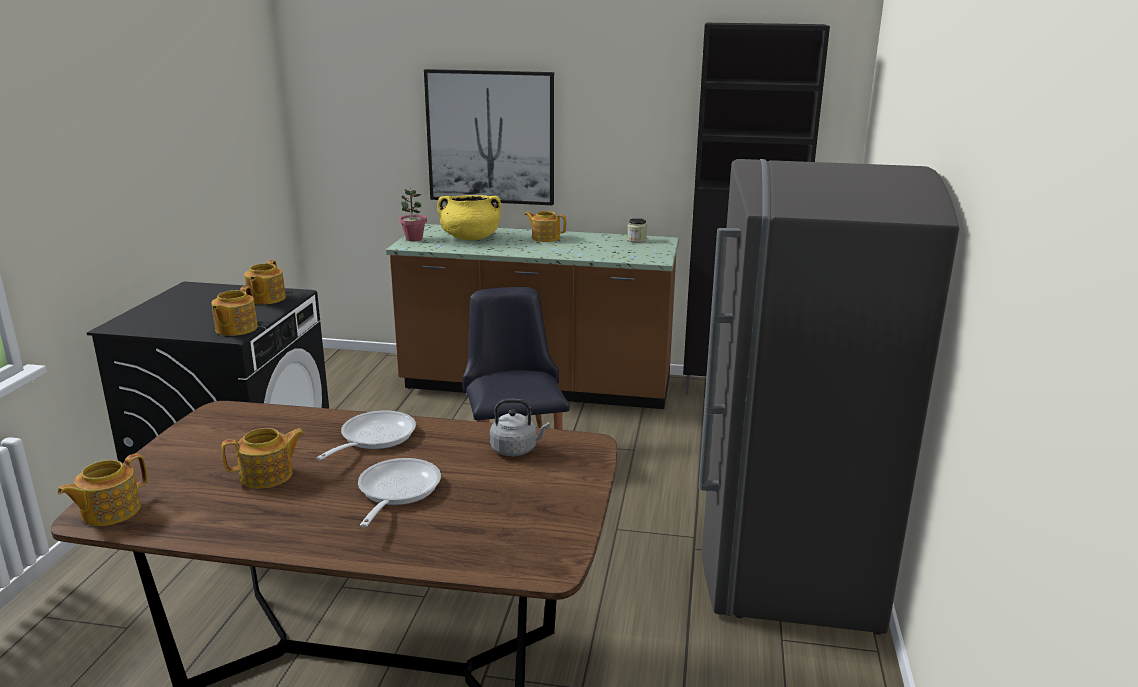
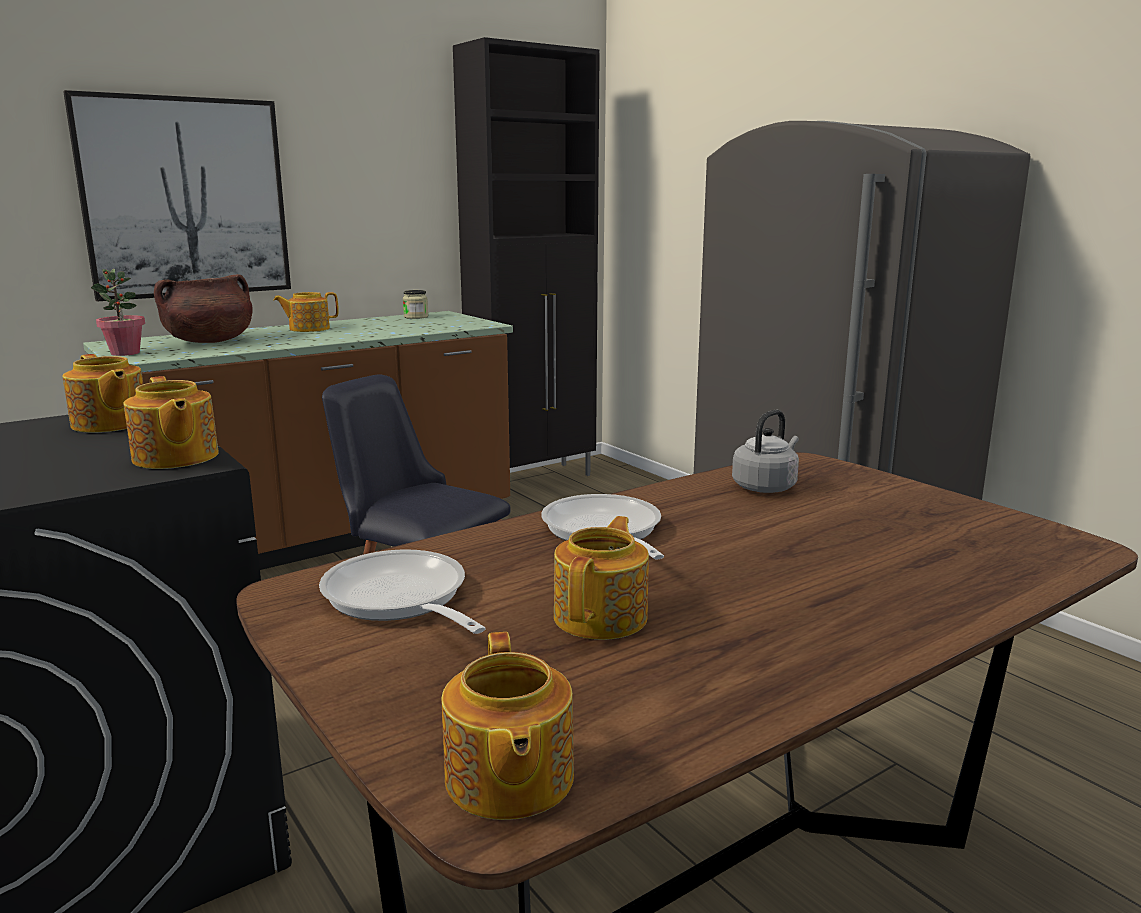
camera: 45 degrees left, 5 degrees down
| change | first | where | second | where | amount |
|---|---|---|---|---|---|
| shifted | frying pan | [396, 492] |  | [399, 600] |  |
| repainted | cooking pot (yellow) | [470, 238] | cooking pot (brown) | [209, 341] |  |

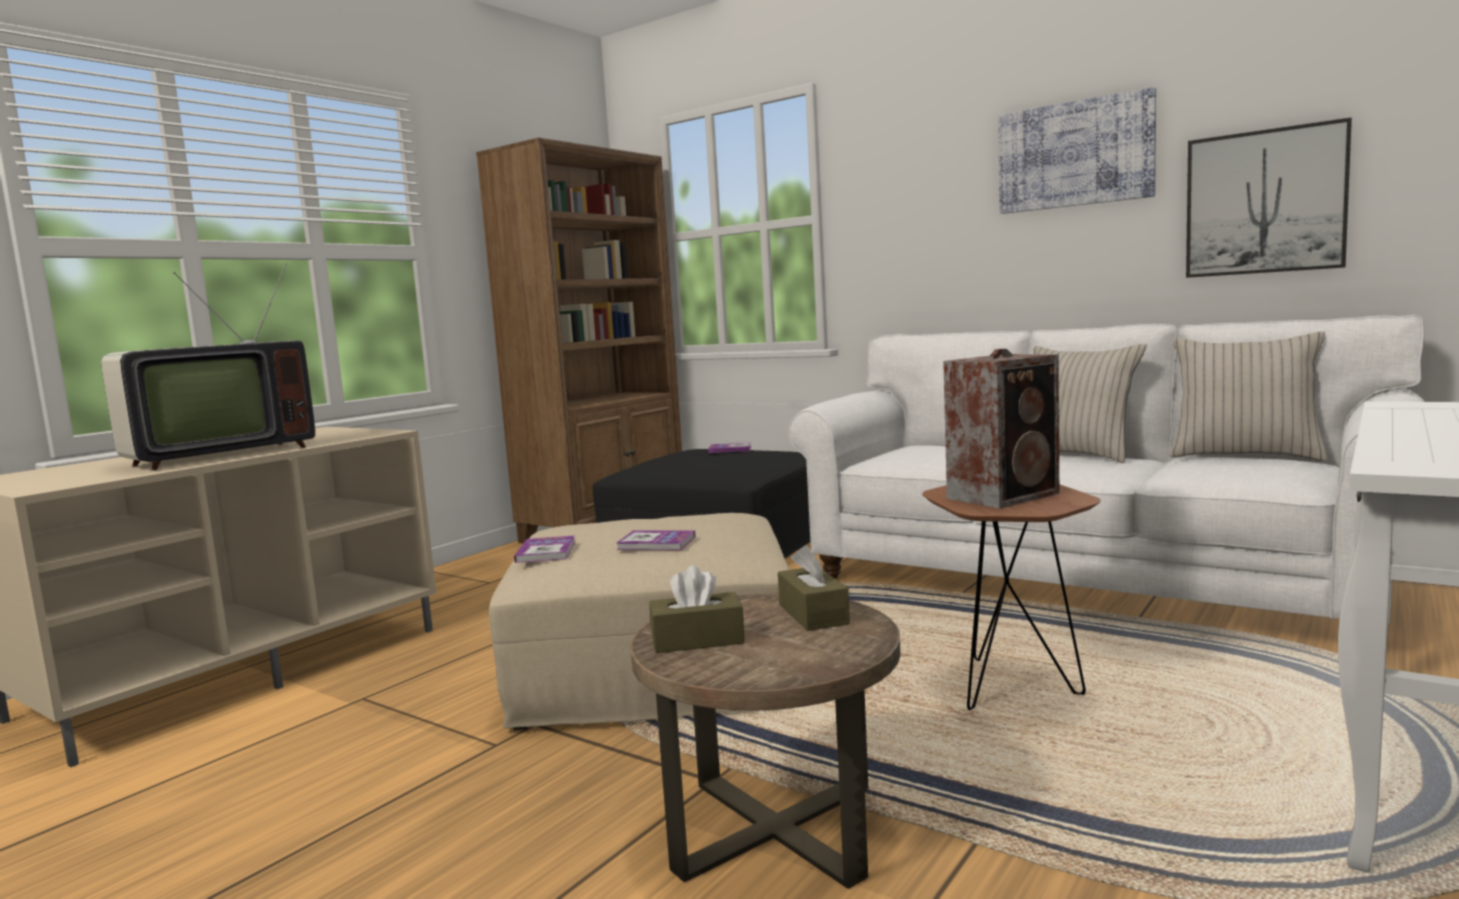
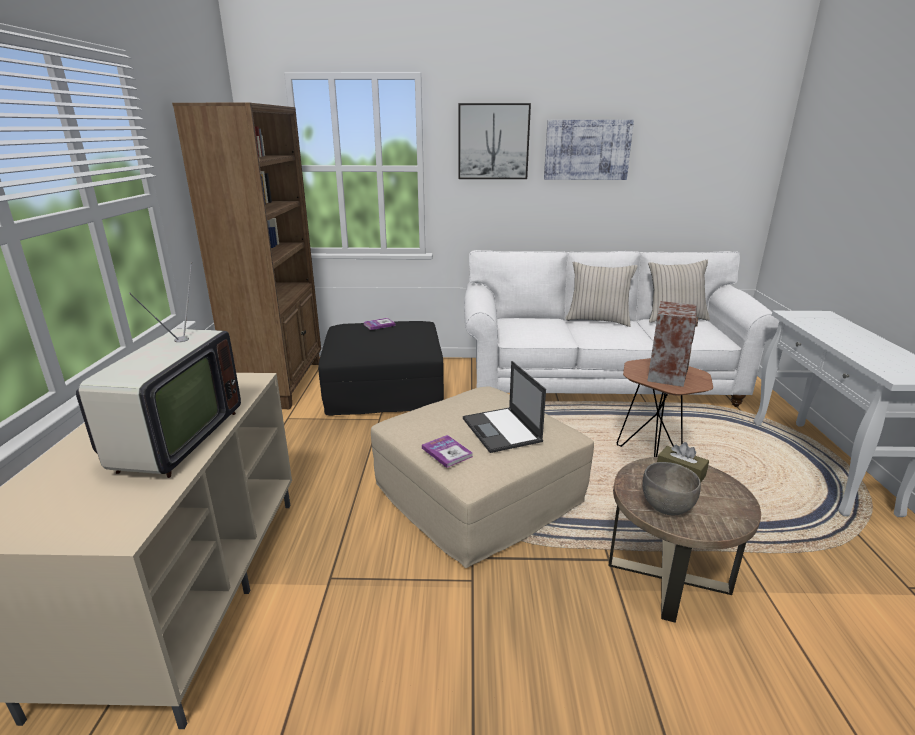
camera: 35 degrees left, 15 degrees up
| change | first | where | second | where | amount |
|---|---|---|---|---|---|
| swapped | book | [656, 543] | laptop | [502, 430] |  |
| swapped | tissue box (brown) | [697, 640] | bowl (grey) | [666, 508] |  |
| shifted | picture | [1265, 202] |  | [493, 142] |  |

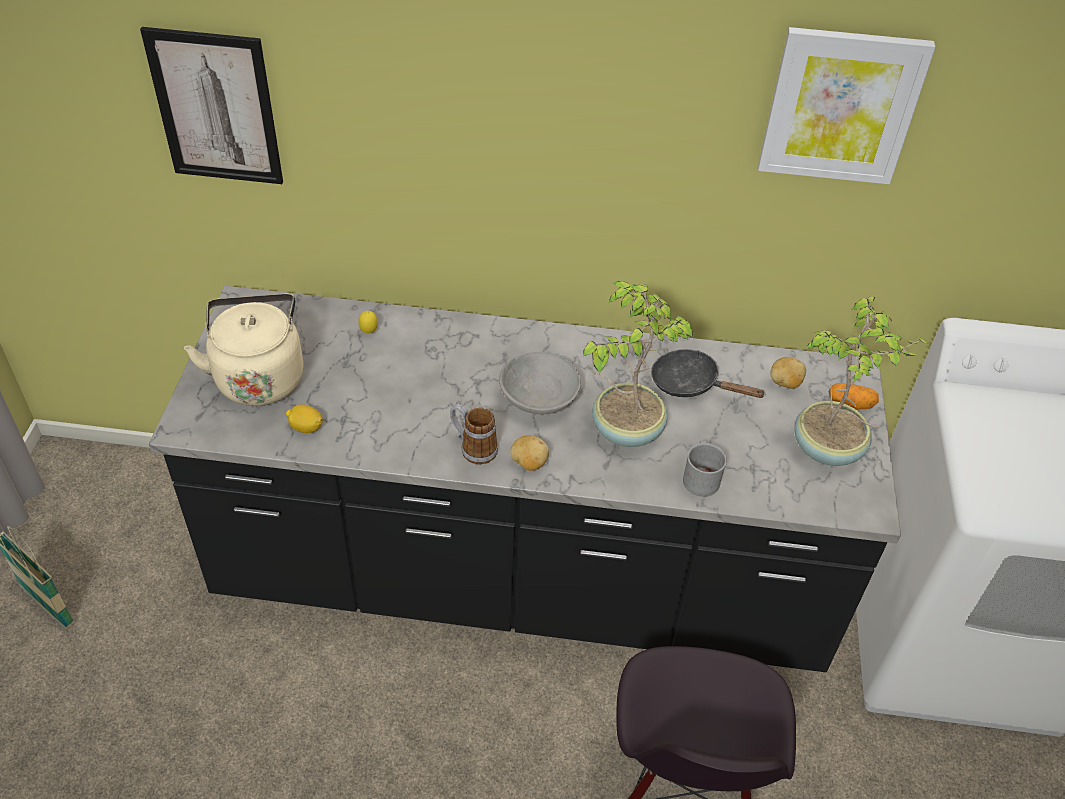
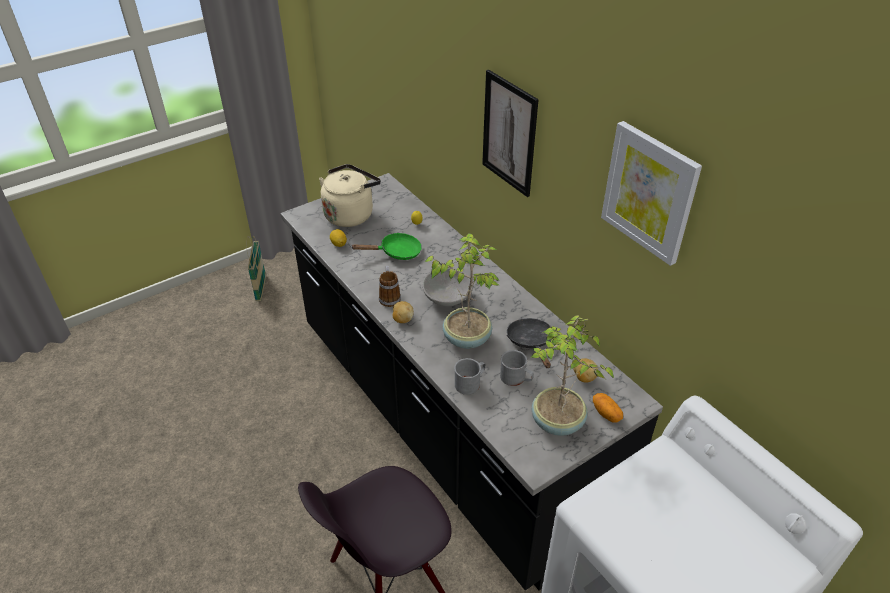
camera: 50 degrees right, 5 degrees down
| change | first | where | second | where | amount |
|---|---|---|---|---|---|
| shifted | picture | [216, 108] |  | [509, 133] |  |
| new |  |  | frying pan (green) | [396, 252] |  |
| new |  |  | mug (grey) | [516, 379] |  |

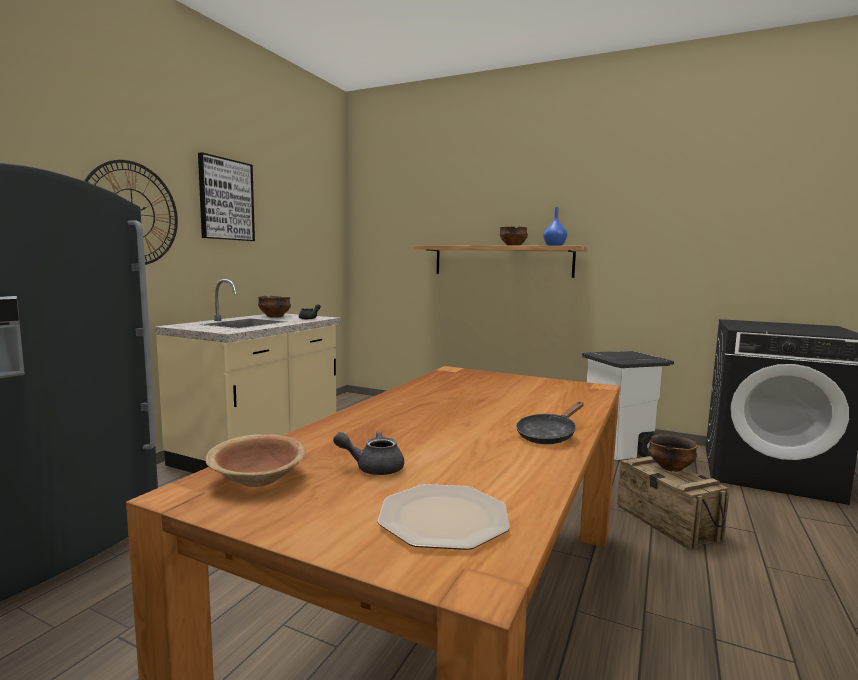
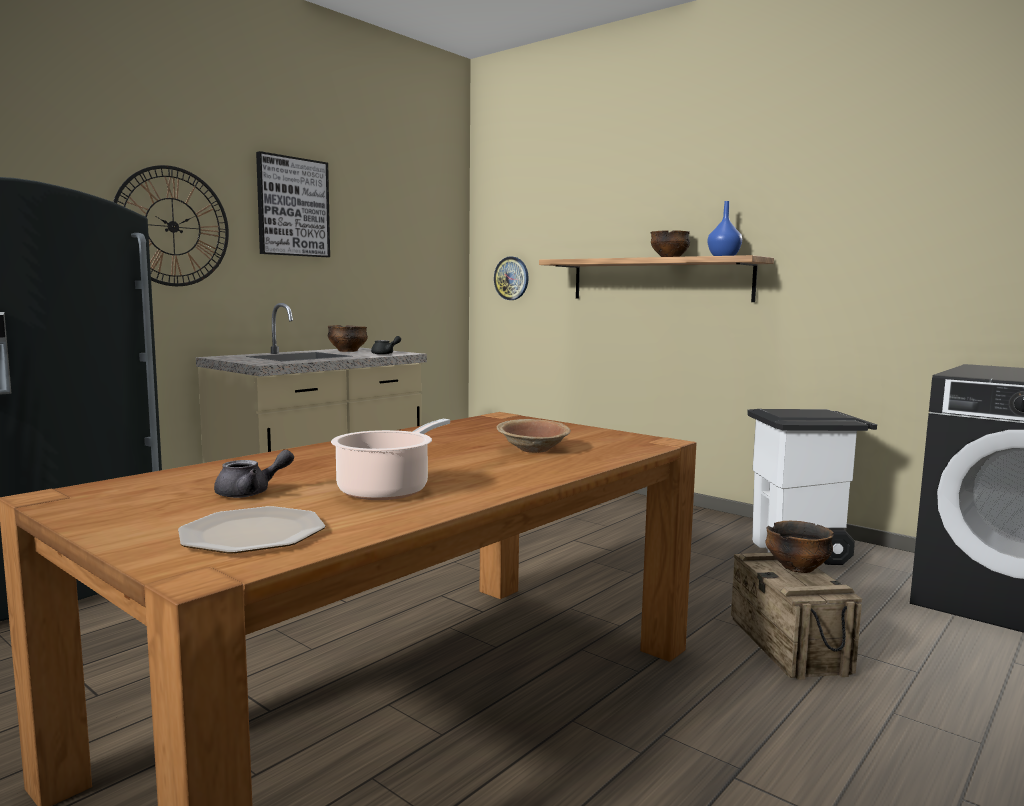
camera: 15 degrees right, 0 degrees up
| change | first | where | second | where | amount |
|---|---|---|---|---|---|
| shifted | bowl (brown) | [257, 479] |  | [533, 449] |  |
| rotated | teapot (grey) | [373, 468] |  | [251, 493] | 135 degrees clockwise |
| gone | frying pan (black) | [549, 435] |  |  |  |
| new |  |  | cooking pot | [387, 489] |  |
| new |  |  | wall clock | [511, 278] |  |

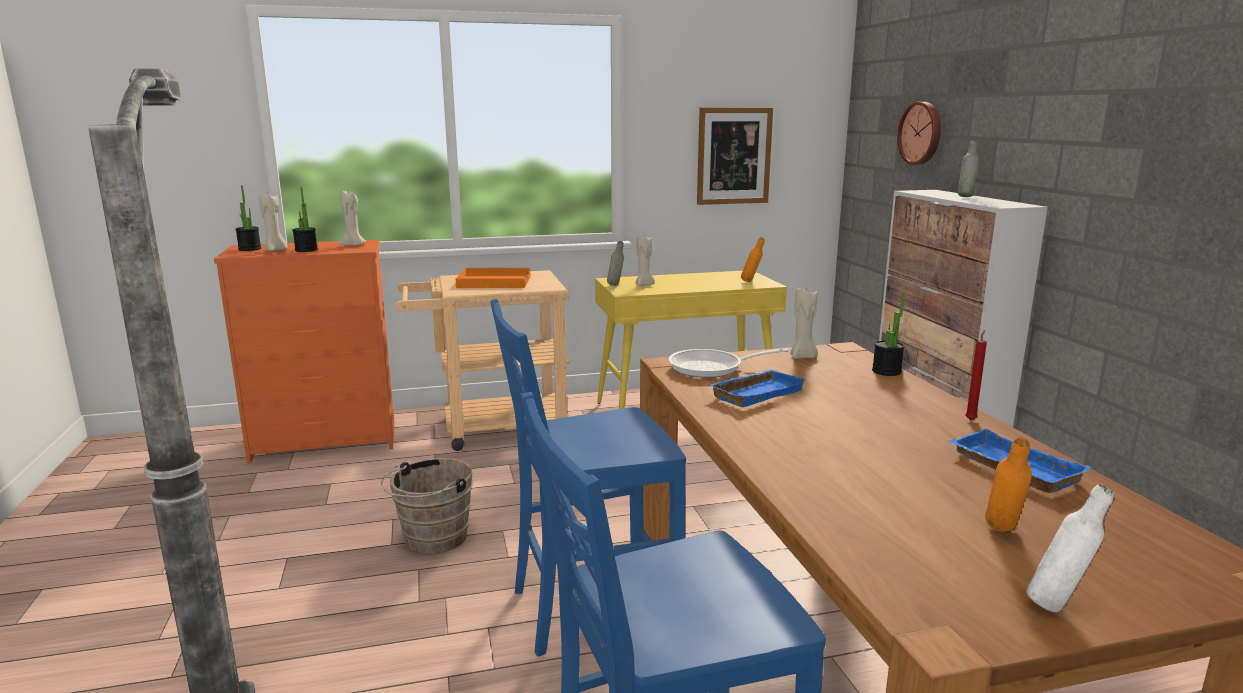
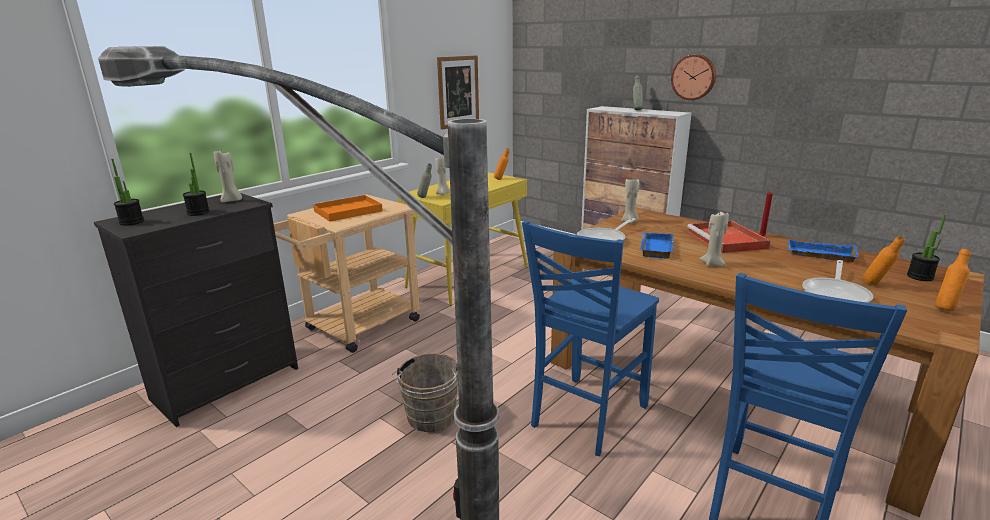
camera: 35 degrees left, 5 degrees up
| change | first | where | second | where | amount |
|---|---|---|---|---|---|
| repainted | dresser (orange) | [326, 442] | dresser (black) | [228, 383] |  |
| shifted | candle (beige) | [276, 250] |  | [712, 264] |  |
| shifted | potted plant | [886, 371] |  | [920, 277] |  |
| shifted | wall clock | [921, 133] |  | [694, 77] |  |
| repainted | bottle (white) | [1058, 605] | bottle (orange) | [945, 308] |  |
| new |  |  | tray (red) | [728, 240] |  |
| new |  |  | frying pan | [836, 294] |  |

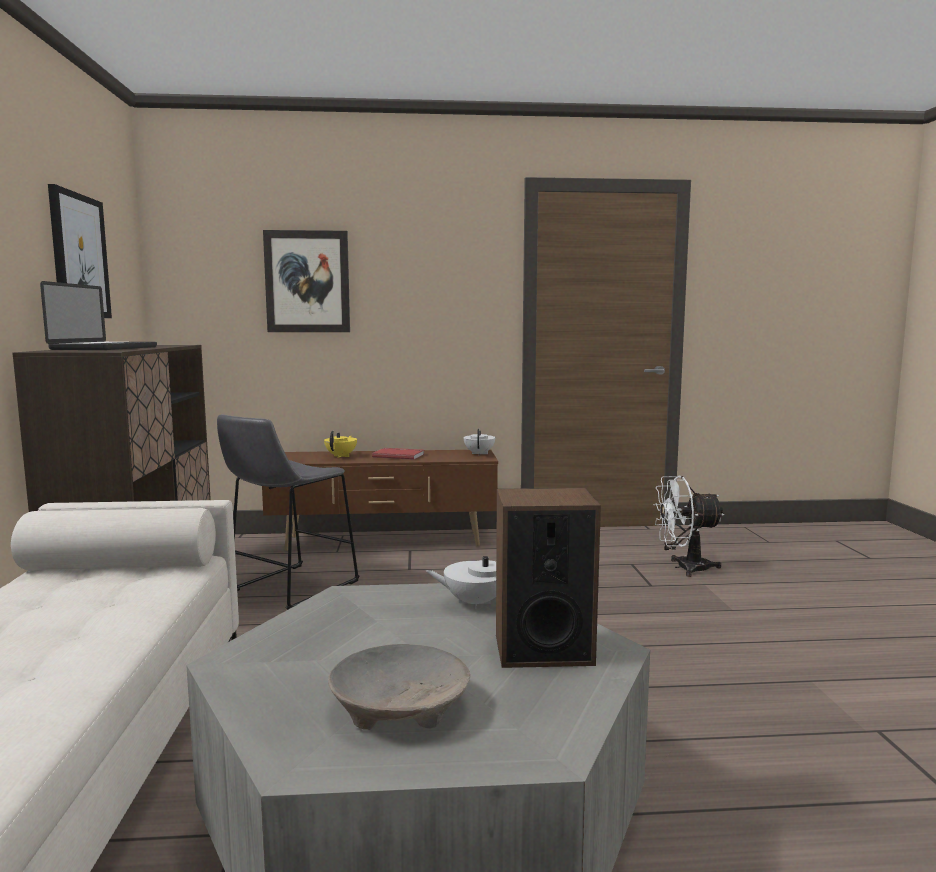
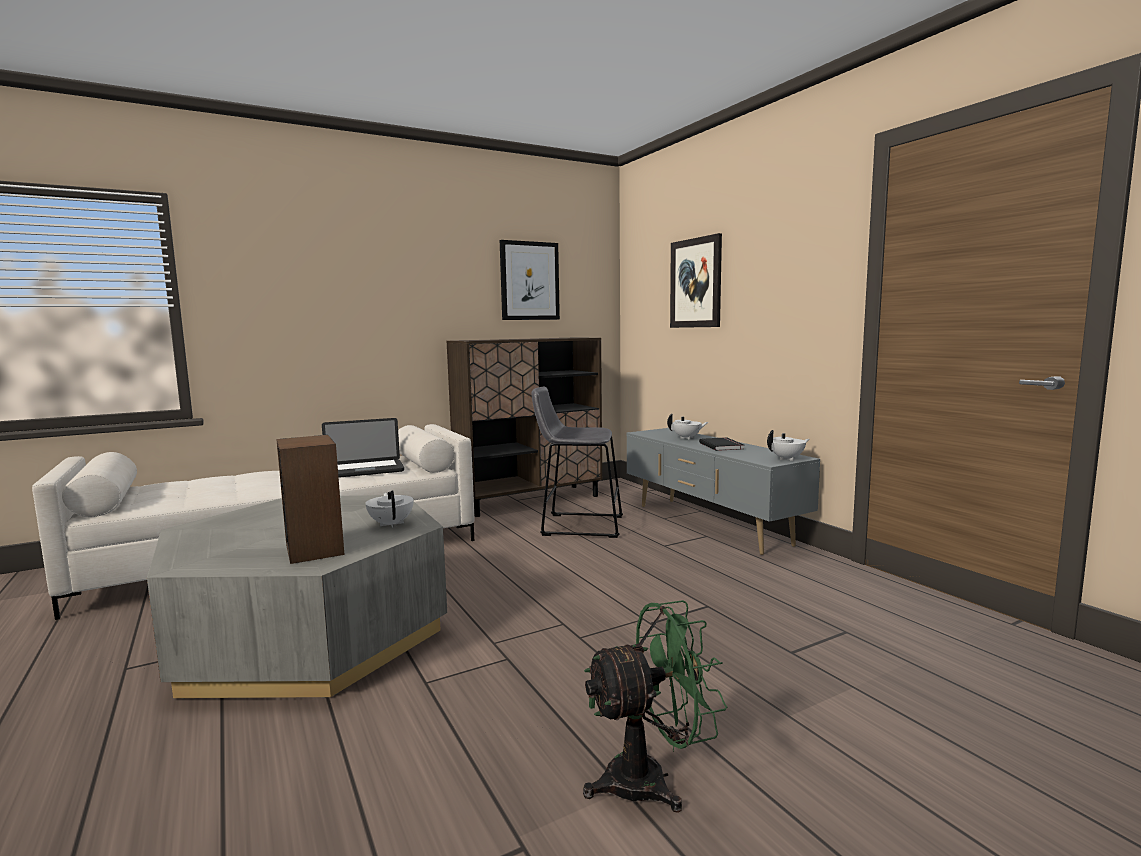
camera: 65 degrees right, 0 degrees up
| change | first | where | second | where | amount |
|---|---|---|---|---|---|
| shifted | laptop | [105, 348] |  | [364, 470] |  |
| repainted | tv stand (brown) | [384, 542] | tv stand (grey) | [709, 525] |  |
| repainted | teapot (yellow) | [341, 456] | teapot (white) | [687, 438] |  |
| gone | bowl (beige) | [399, 707] |  |  |  |
| repainted | book (red) | [399, 455] | book (black) | [722, 446] |  |
| gone | fan (white) | [684, 568] |  |  |  |
| new |  |  | fan (green) | [651, 780] |  |

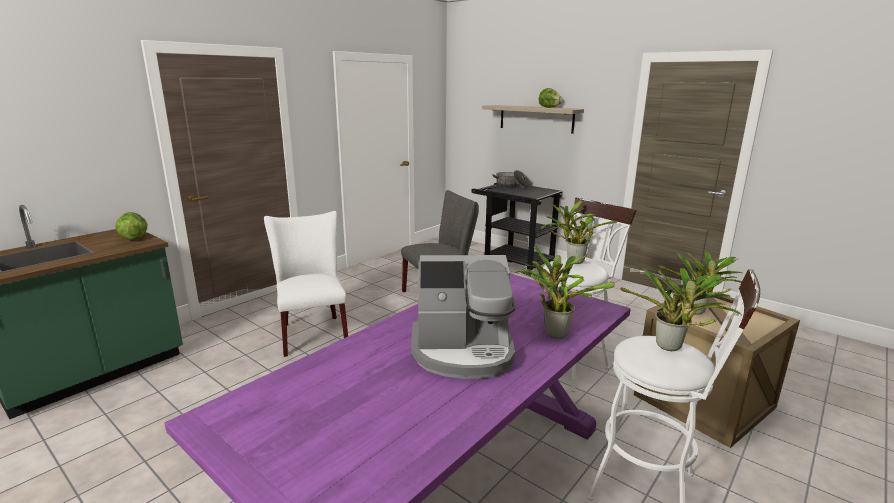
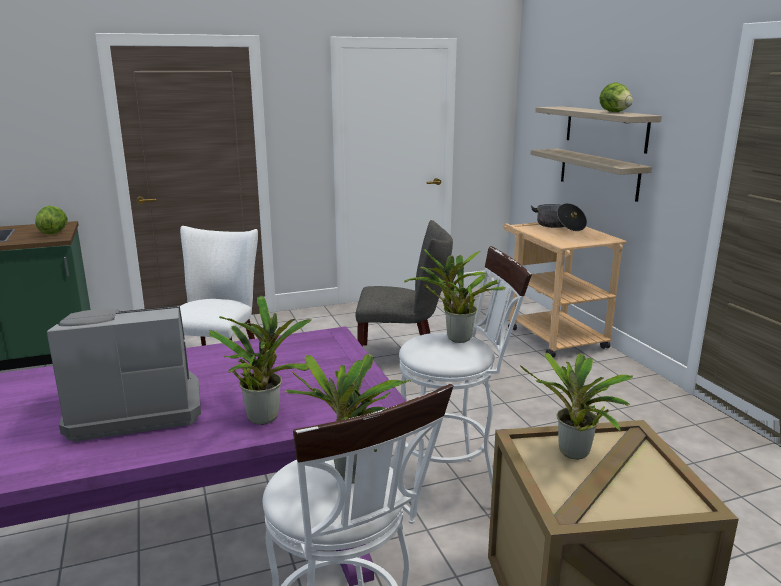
camera: 30 degrees right, 0 degrees up
| change | first | where | second | where | amount |
|---|---|---|---|---|---|
| rotated | coffee machine | [463, 351] |  | [134, 408] | 135 degrees clockwise |
| repainted | cart (black) | [513, 261] | cart (beige) | [551, 335] |  |
| new |  |  | shelf | [598, 173] |  |

